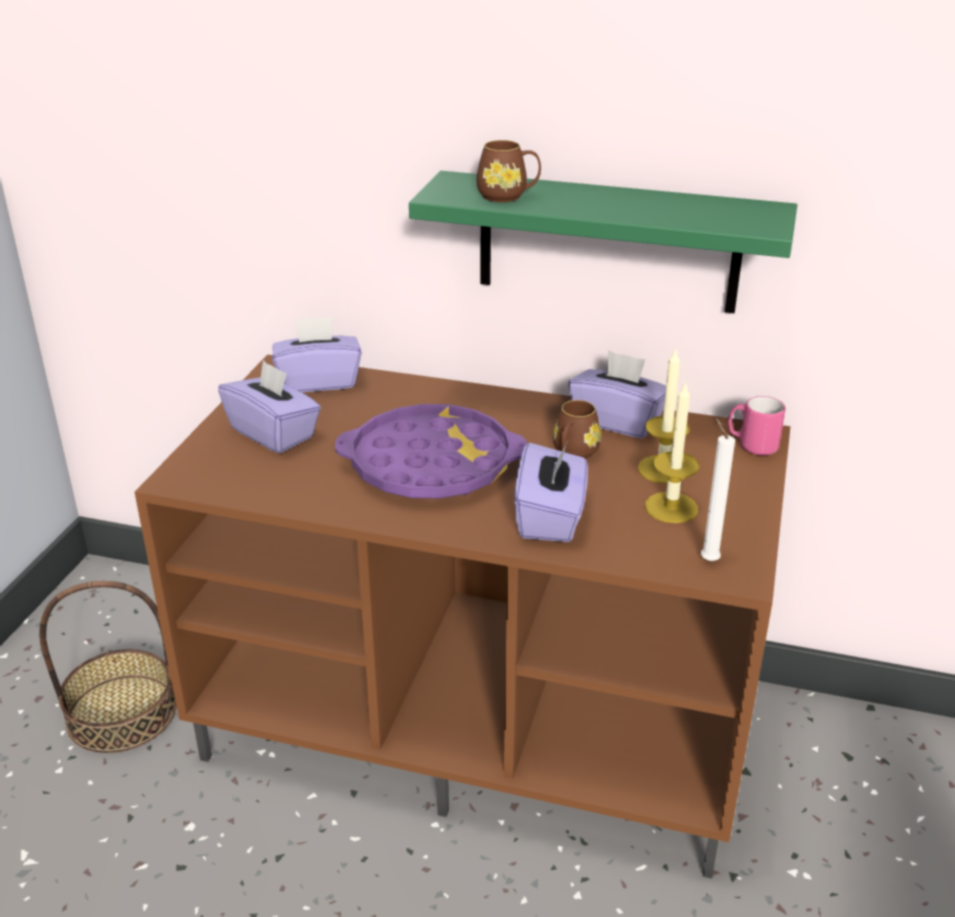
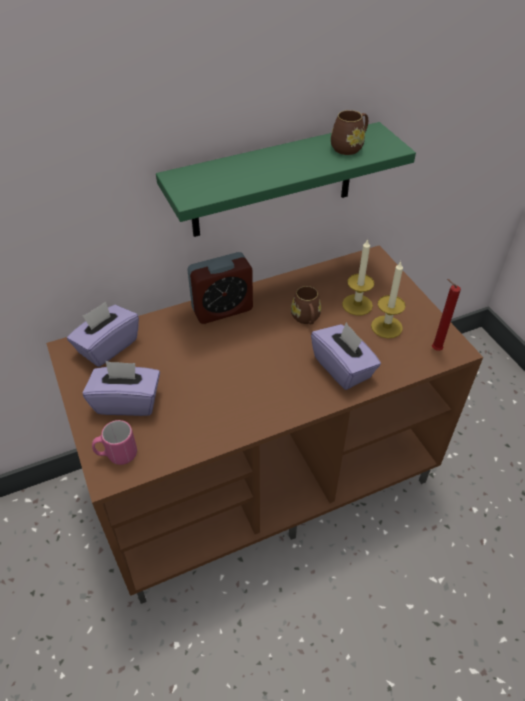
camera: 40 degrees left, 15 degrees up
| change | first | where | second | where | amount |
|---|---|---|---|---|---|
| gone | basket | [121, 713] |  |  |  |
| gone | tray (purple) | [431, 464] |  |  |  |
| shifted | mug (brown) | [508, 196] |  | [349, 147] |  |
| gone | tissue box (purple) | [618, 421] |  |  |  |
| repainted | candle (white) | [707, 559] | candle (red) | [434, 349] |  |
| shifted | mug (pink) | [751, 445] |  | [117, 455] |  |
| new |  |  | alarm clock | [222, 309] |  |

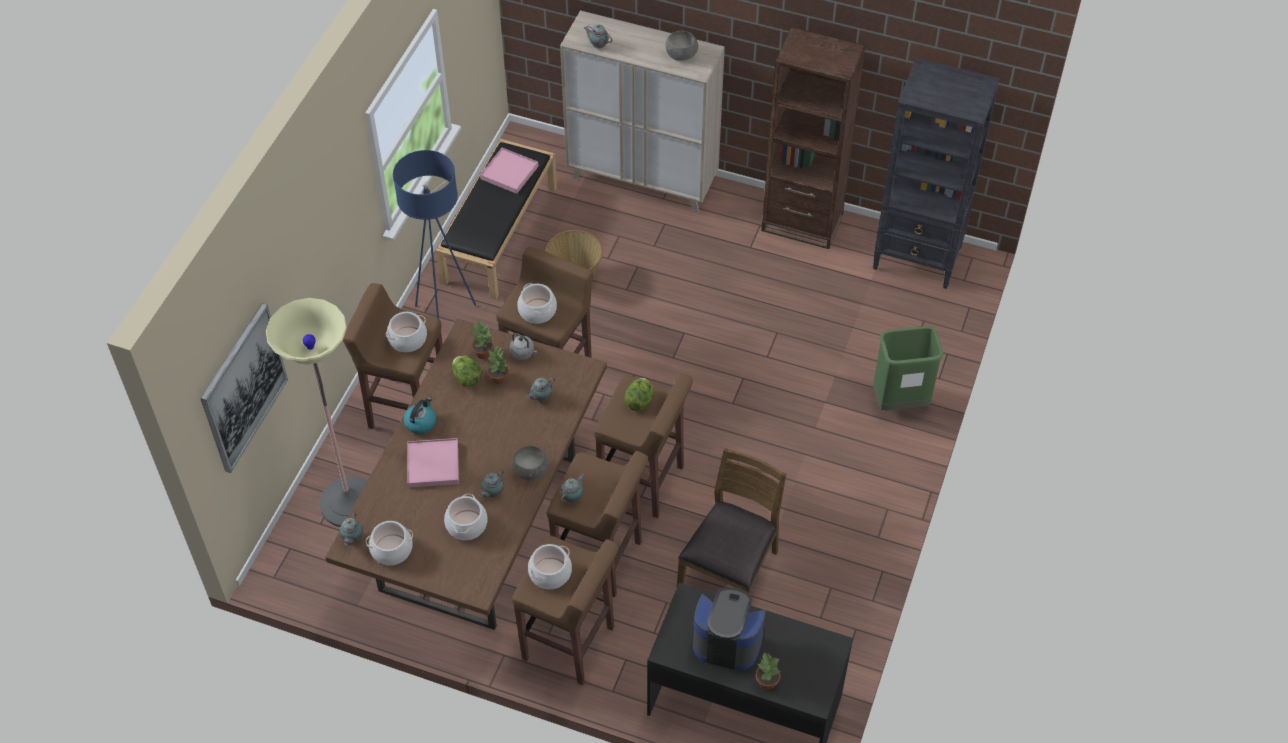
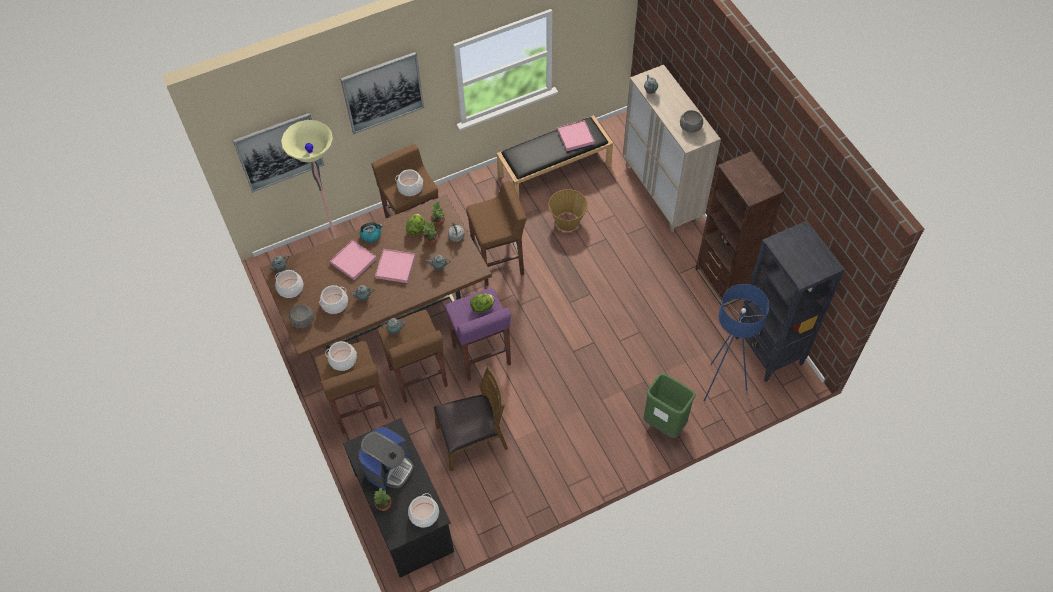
camera: 45 degrees right, 5 degrees up
| change | first | where | second | where | amount |
|---|---|---|---|---|---|
| shifted | floor lamp (blue) | [444, 318] |  | [720, 385] |  |
| shifted | bowl (grey) | [530, 470] |  | [303, 321] |  |
| shifted | cooking pot | [537, 311] |  | [424, 514] |  |
| repainted | stool (brown) | [643, 482] | stool (purple) | [482, 356] |  |
| rotated | coffee machine | [727, 641] |  | [389, 467] | 60 degrees clockwise |
| new |  |  | picture | [383, 92] |  |
| new |  |  | tray (pink) | [395, 267] |  |

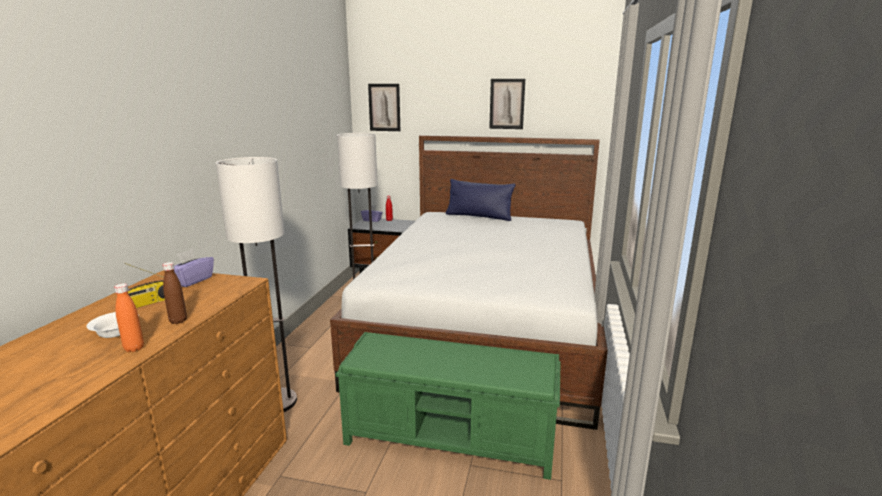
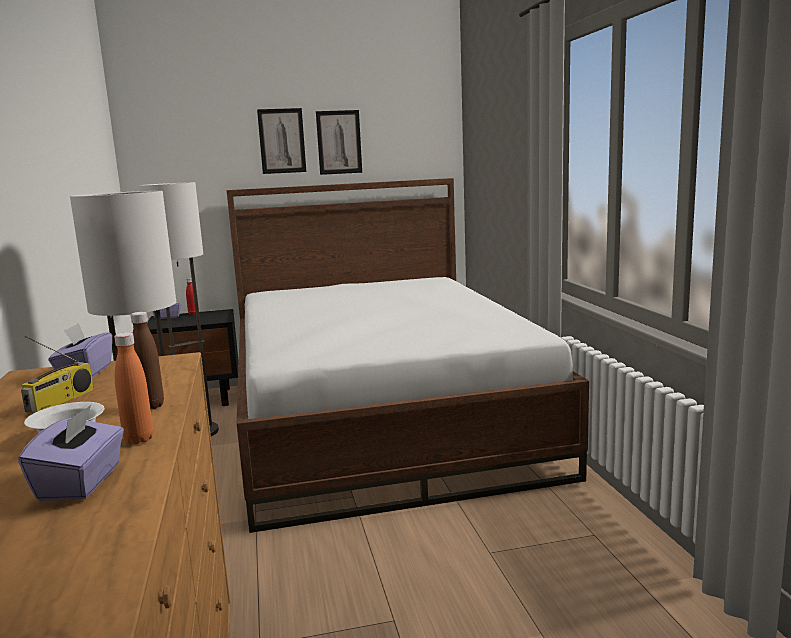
camera: 25 degrees left, 5 degrees down
| change | first | where | second | where | amount |
|---|---|---|---|---|---|
| gone | bench (green) | [451, 438] |  |  |  |
| shifted | picture | [384, 107] |  | [282, 141] |  |
| gone | pillow (blue) | [479, 216] |  |  |  |
| new |  |  | tissue box (purple) | [81, 483] |  |

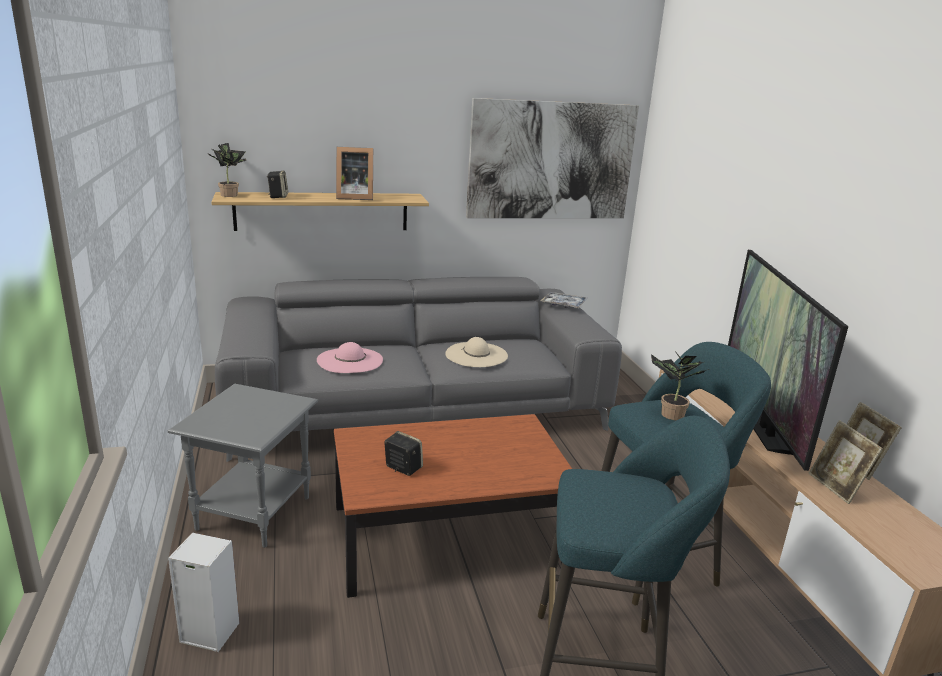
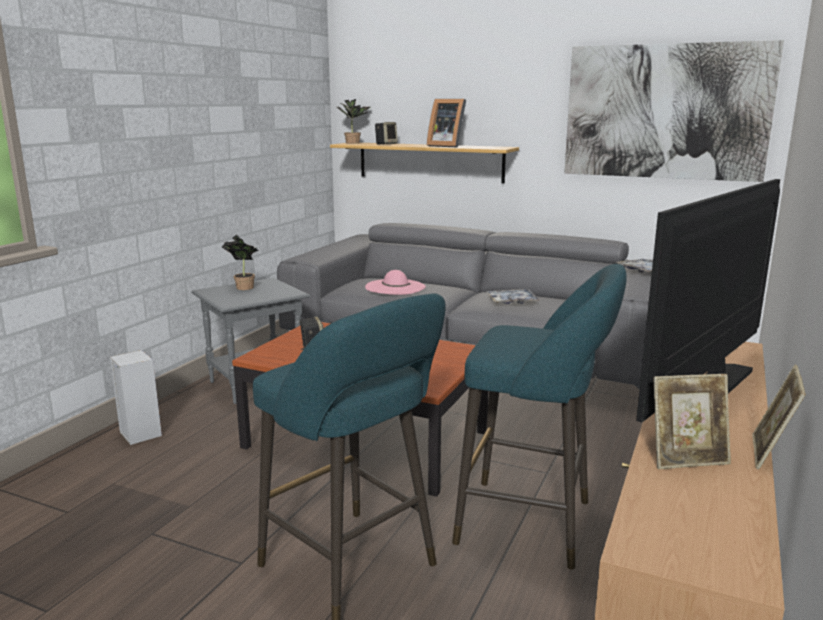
camera: 40 degrees right, 5 degrees down
| change | first | where | second | where | amount |
|---|---|---|---|---|---|
| swapped | hat (beige) | [476, 355] | tray | [512, 302] |  |
| shifted | potted plant | [669, 415] |  | [243, 287] |  |
| rotated | picture frame | [836, 487] |  | [687, 459] | 120 degrees counterclockwise |

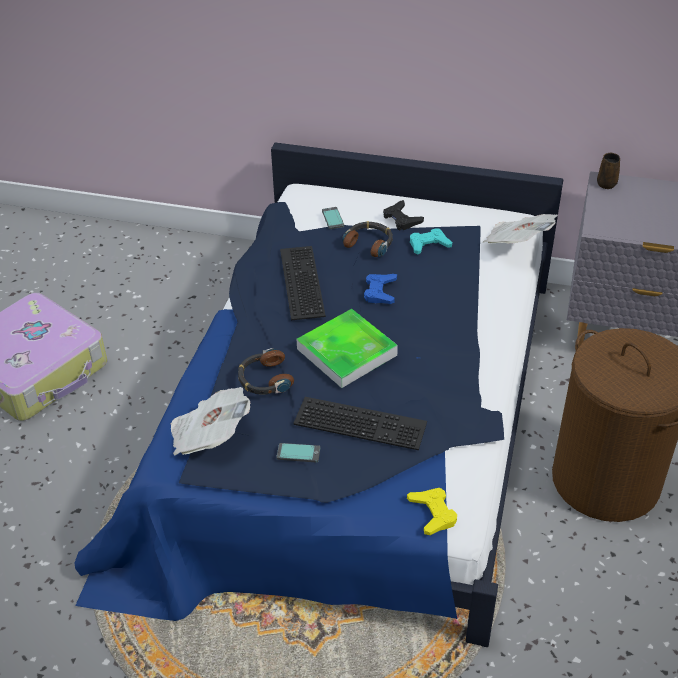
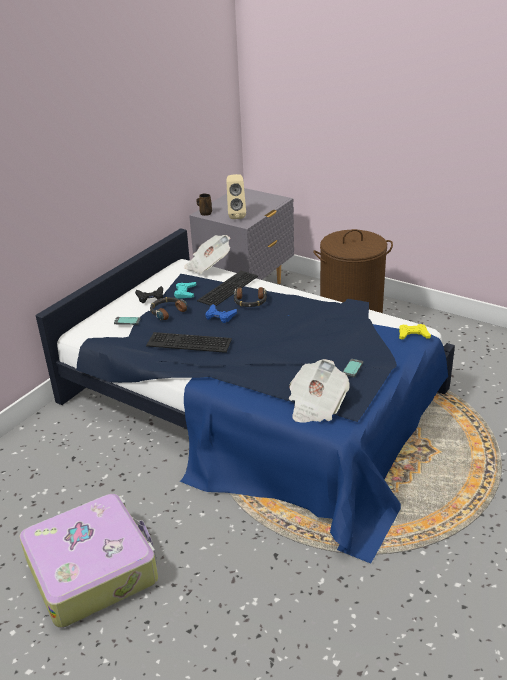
camera: 70 degrees left, 10 degrees down
| change | first | where | second | where | amount |
|---|---|---|---|---|---|
| shifted | headphones | [264, 379] |  | [250, 302] |  |
| shifted | keyboard | [362, 421] |  | [227, 287] |  |
| gone | tray | [346, 352] |  |  |  |
| new |  |  | speaker (beige) | [236, 215] |  |

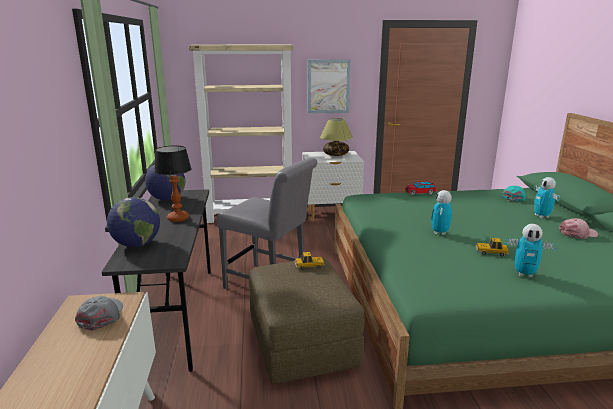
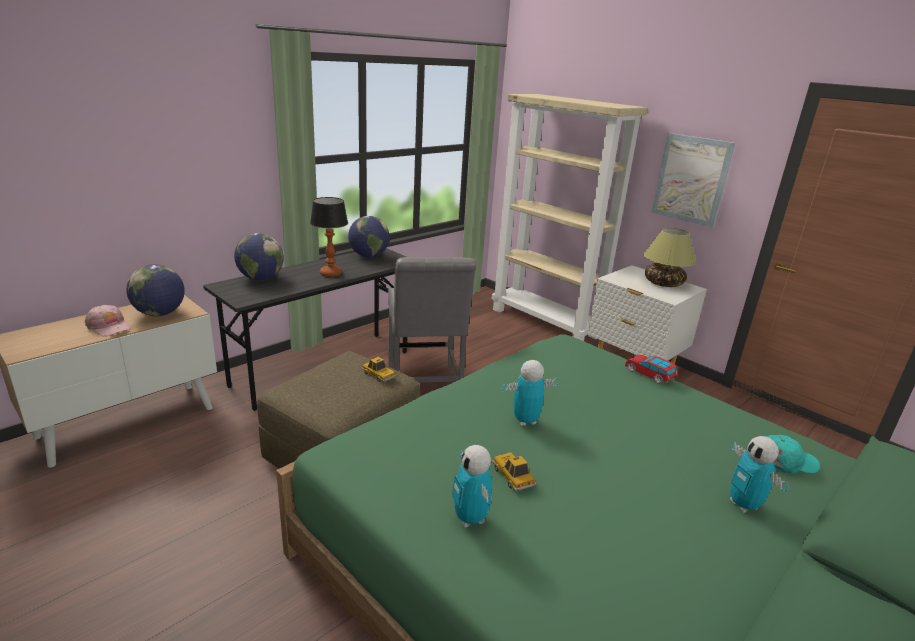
camera: 50 degrees right, 5 degrees up
| change | first | where | second | where | amount |
|---|---|---|---|---|---|
| swapped | cap (grey) | [101, 316] | globe | [160, 313] |  |
| rotated | toy robot | [542, 216] |  | [743, 505] | 60 degrees counterclockwise |
| shifted | cap (pink) | [578, 233] |  | [109, 326] |  |

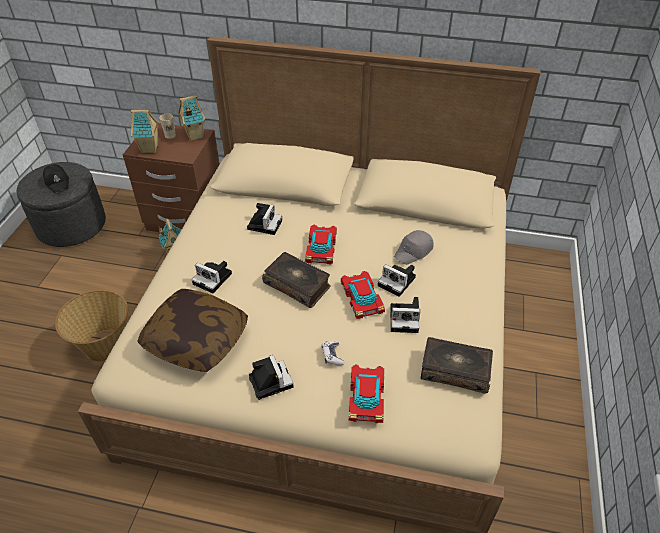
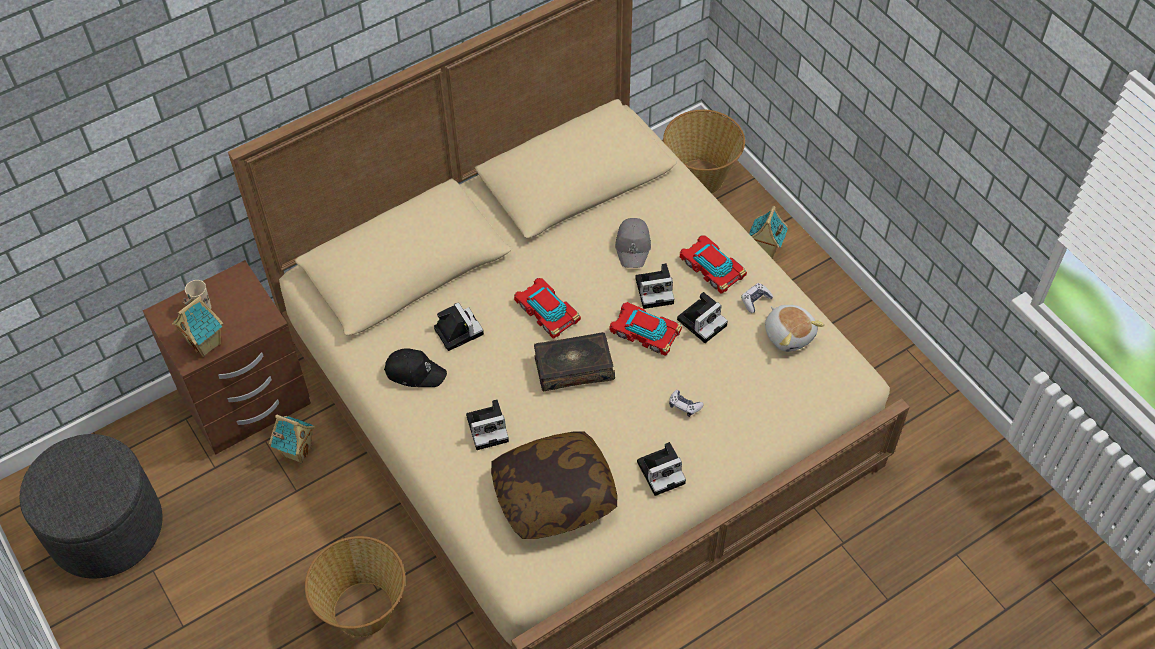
camera: 45 degrees left, 10 degrees up
| change | first | where | second | where | amount |
|---|---|---|---|---|---|
| shifted | cap (black) | [57, 182] |  | [414, 372] |  |
| shifted | toy house | [194, 135] |  | [764, 251] |  |
| rotated | photo camera | [270, 381] |  | [662, 471] | 135 degrees clockwise |
| shifted | toy car | [367, 397] |  | [712, 268] |  |
| swapped | book | [455, 370] | plush toy | [789, 334] |  |
| new |  |  | basket | [700, 177] |  |
| new |  |  | game controller | [755, 300] |  |

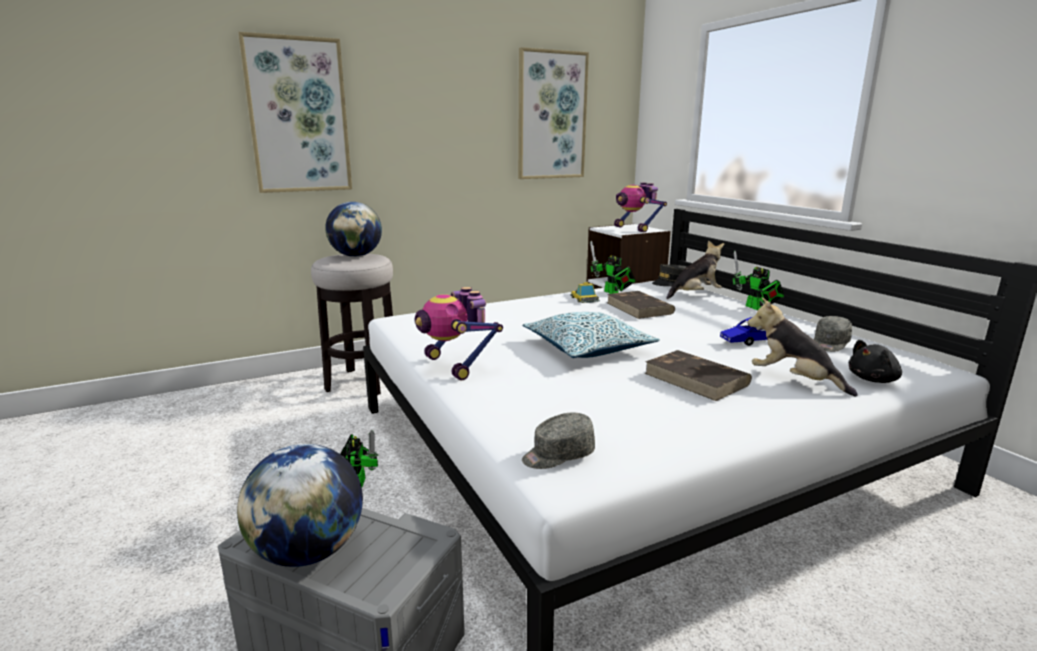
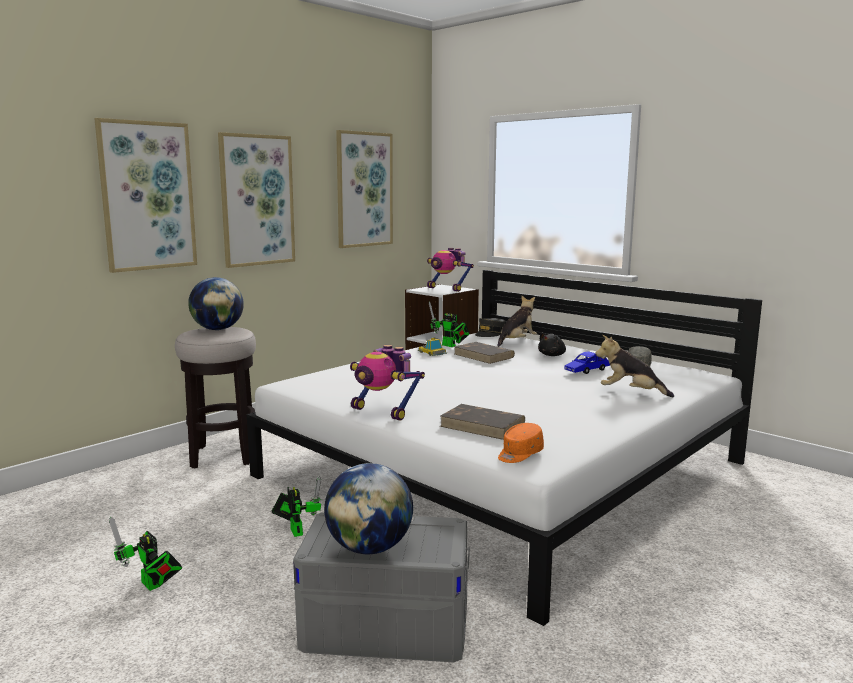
camera: 20 degrees left, 5 degrees down
| change | first | where | second | where | amount |
|---|---|---|---|---|---|
| gone | pillow | [587, 348] |  |  |  |
| repainted | cap (grey) | [558, 455] | cap (orange) | [519, 454] |  |
| shifted | book (brown) | [697, 379] |  | [483, 425] |  |
| shifted | toy robot | [756, 308] |  | [152, 586] |  |
| shifted | plush toy (black) | [874, 380] |  | [552, 355] |  |
| new |  |  | picture | [257, 200] |  |

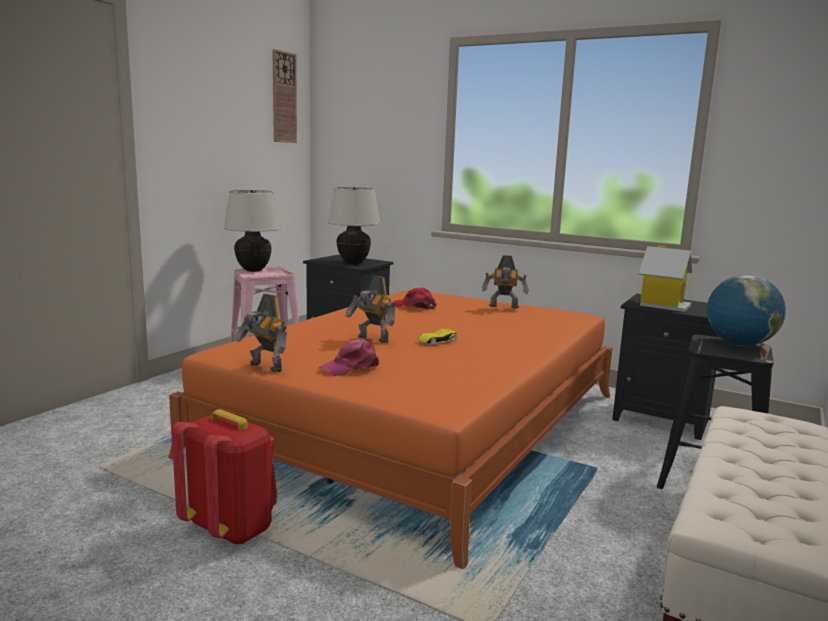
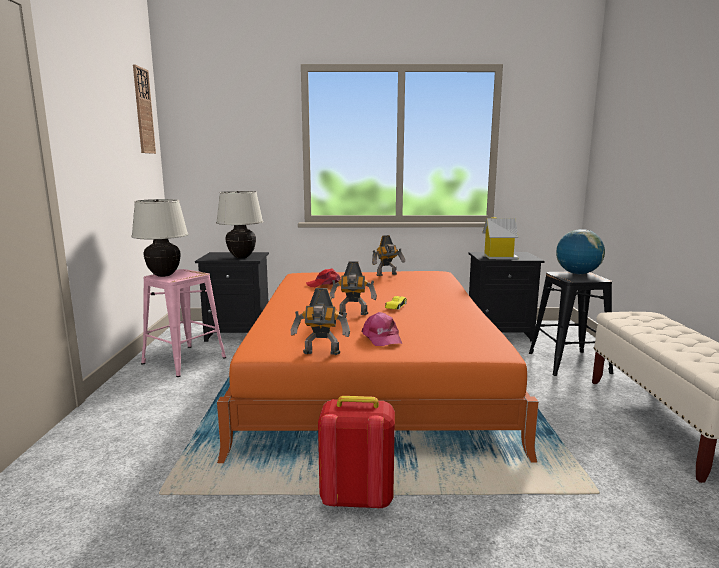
camera: 30 degrees left, 0 degrees up
| change | first | where | second | where | amount |
|---|---|---|---|---|---|
| rotated | cap (pink) | [351, 367] |  | [381, 338] | 45 degrees counterclockwise |

